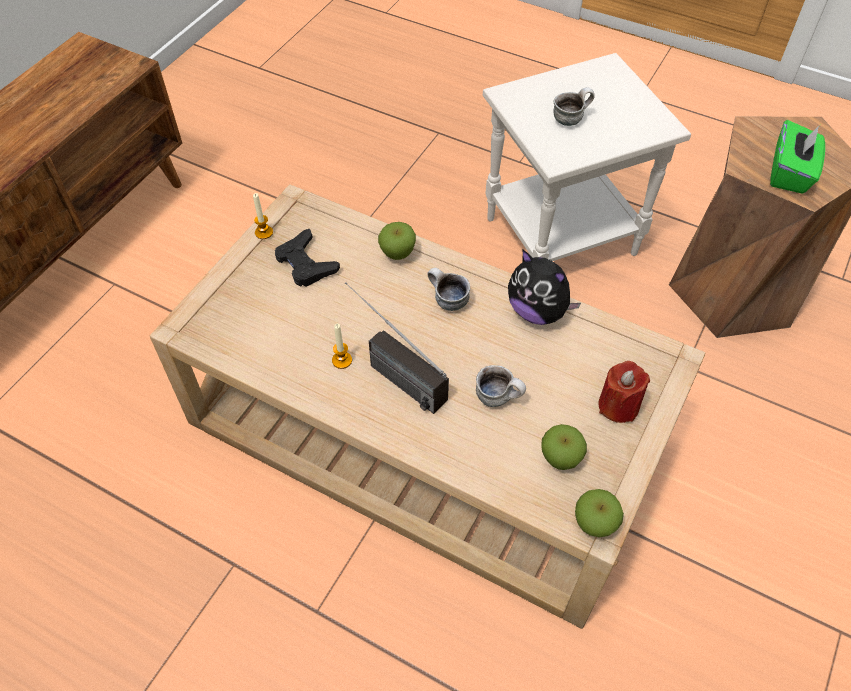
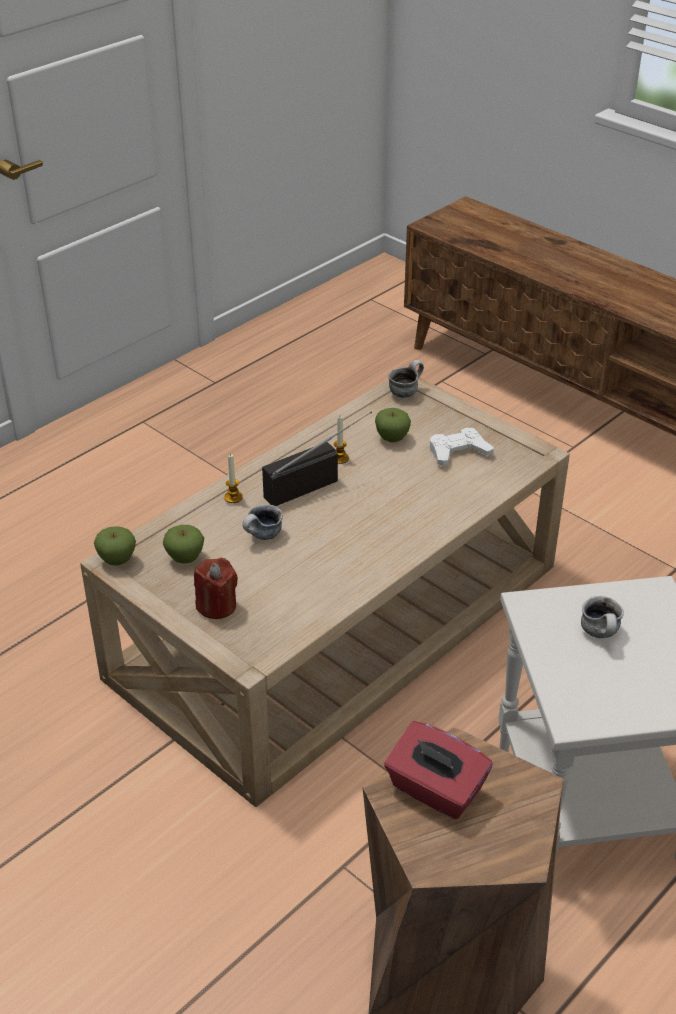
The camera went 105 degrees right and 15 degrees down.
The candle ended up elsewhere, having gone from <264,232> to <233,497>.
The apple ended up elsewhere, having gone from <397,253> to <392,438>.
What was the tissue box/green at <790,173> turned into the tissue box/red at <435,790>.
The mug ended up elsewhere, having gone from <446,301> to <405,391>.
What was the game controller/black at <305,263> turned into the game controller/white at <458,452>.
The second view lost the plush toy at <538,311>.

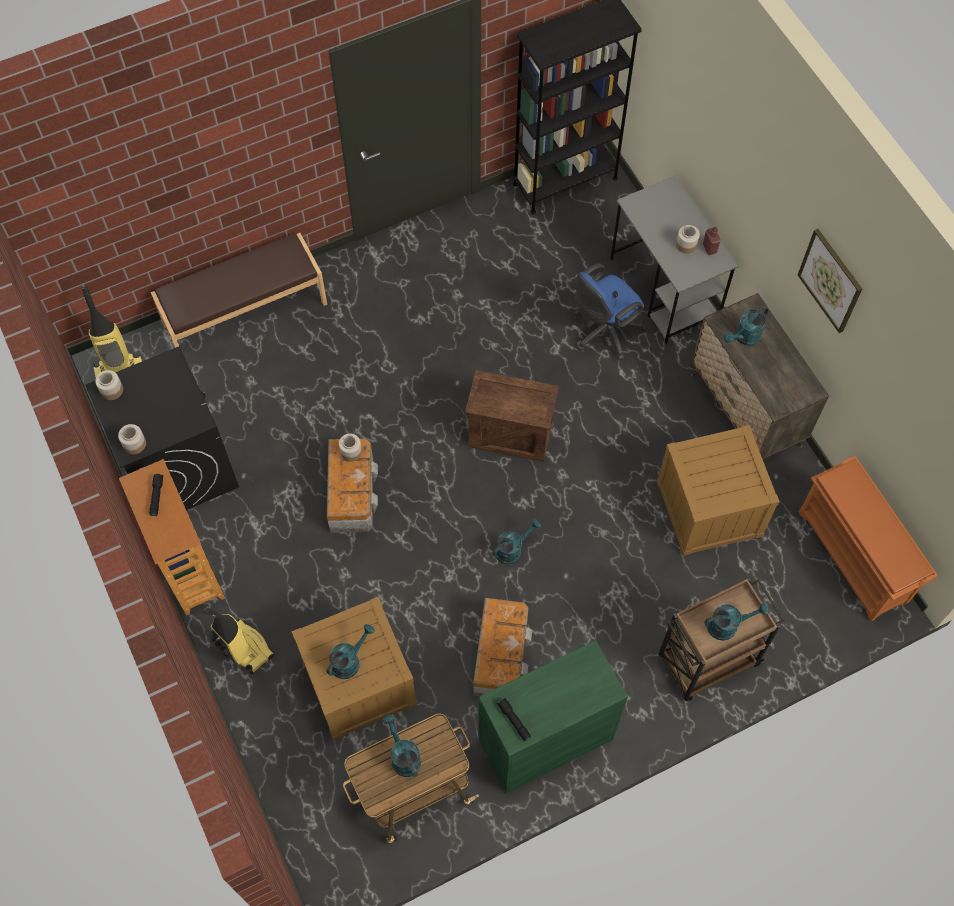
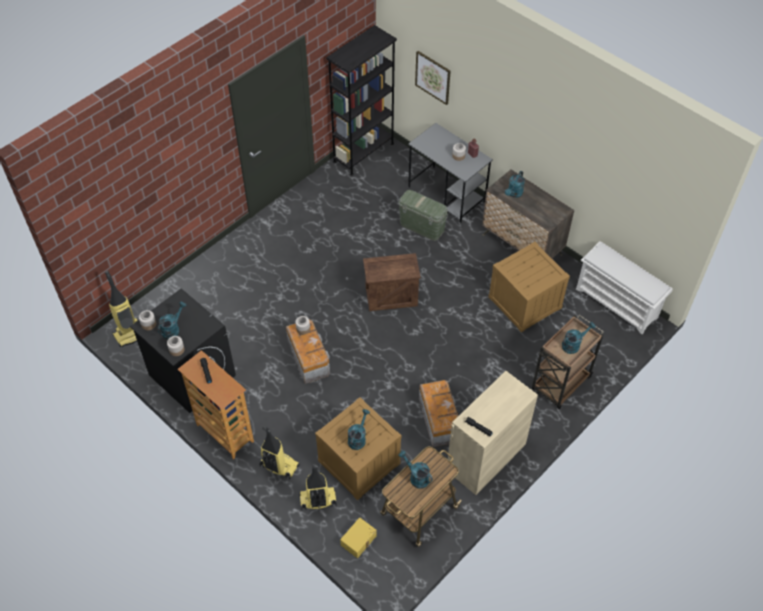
The camera went 20 degrees left and 10 degrees down.
The watering can/turquoise ended up elsewhere, having gone from <512,549> to <173,329>.
The second view gained the vacuum cleaner at <317,500>.
The second view gained the storage box/yellow at <359,540>.
Where the office chair/blue stood at <603,332>, the storage box/green came to stand at <421,227>.
The picture ended up elsewhere, having gone from <830,280> to <433,77>.
What was the cabinet/green at <545,739> turned into the cabinet/beige at <486,457>.
What was the shoe rack/orange at <854,557> turned into the shoe rack/white at <617,303>.
The second view lost the bench/brown at <245,313>.

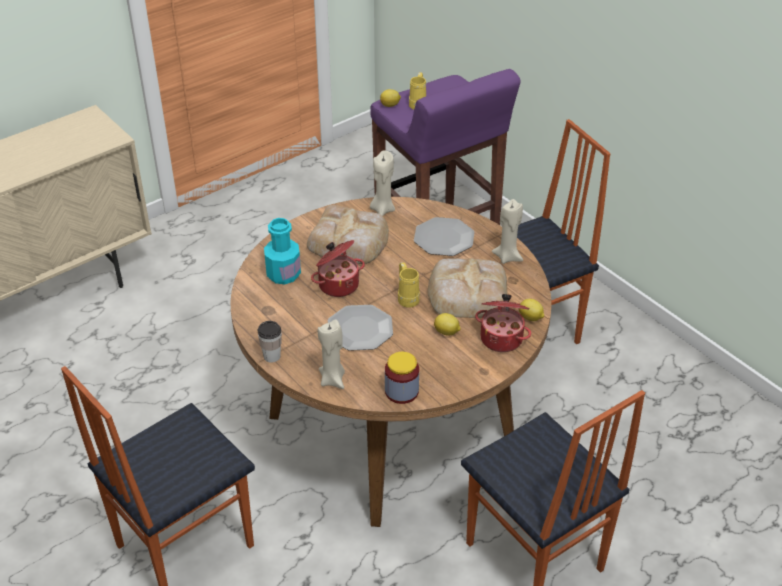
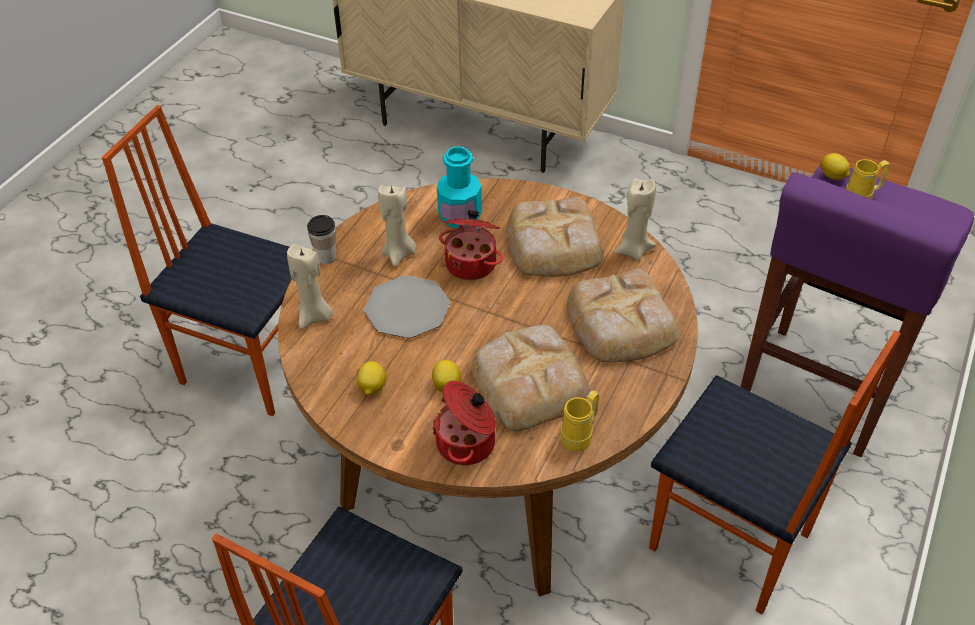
The camera went 65 degrees right and 5 degrees up.
The lemon ended up elsewhere, having gone from <531,318> to <372,388>.
The candle/beige ended up elsewhere, having gone from <507,257> to <399,254>.
The mug/yellow ended up elsewhere, having gone from <407,297> to <580,435>.
Where the plate stood at <444,238>, the bread came to stand at <620,323>.
The second view lost the jar at <401,391>.

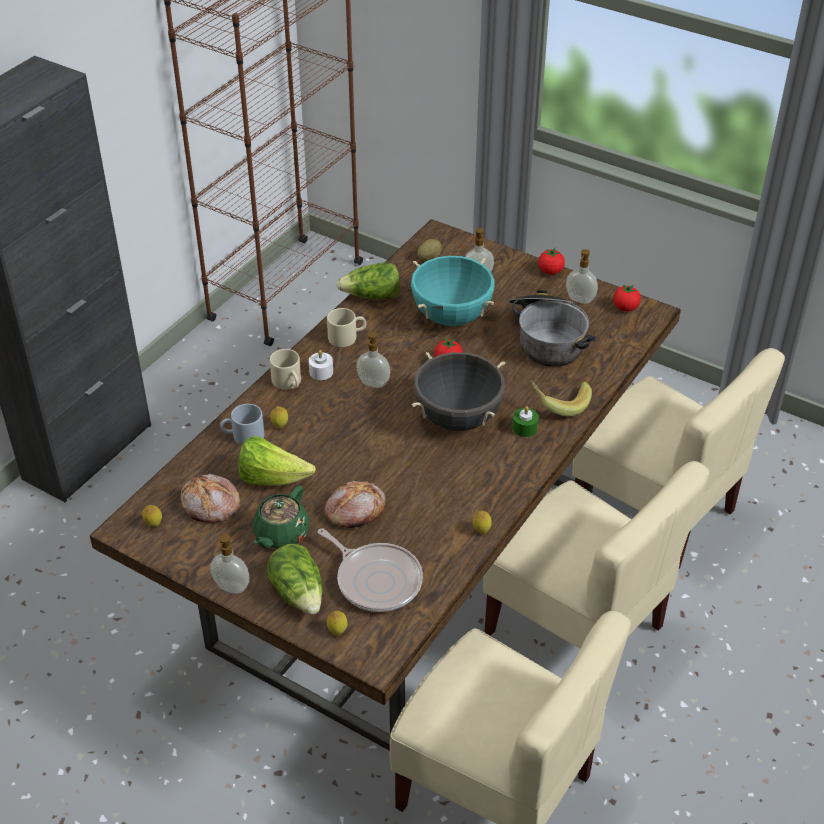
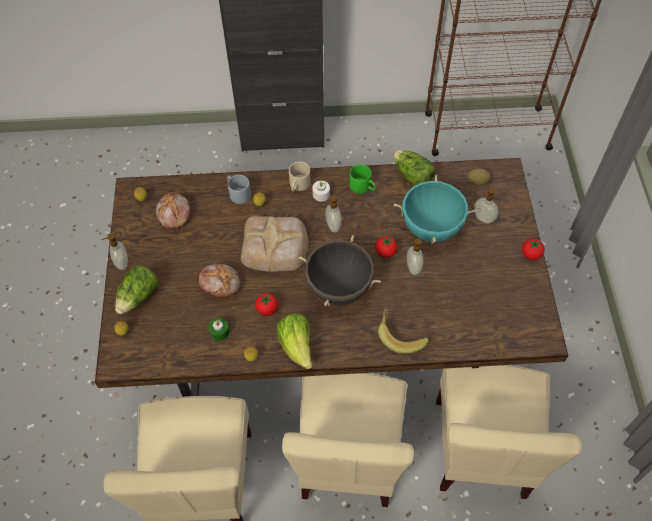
The camera went 55 degrees right and 15 degrees up.
The candle/green ended up elsewhere, having gone from <524,428> to <219,332>.
The second view gained the bread at <275,246>.
The tomato ended up elsewhere, having gone from <625,308> to <267,309>.
The lettuce ended up elsewhere, having gone from <272,479> to <297,346>.
What was the mug/beige at <347,337> turned into the mug/green at <363,187>.
The soap dispenser ended up elsewhere, having gone from <579,300> to <412,268>.
The second view lost the teapot/green at <281,534>.
The second view lost the frying pan at <376,580>.
The second view lost the cooking pot at <547,339>.

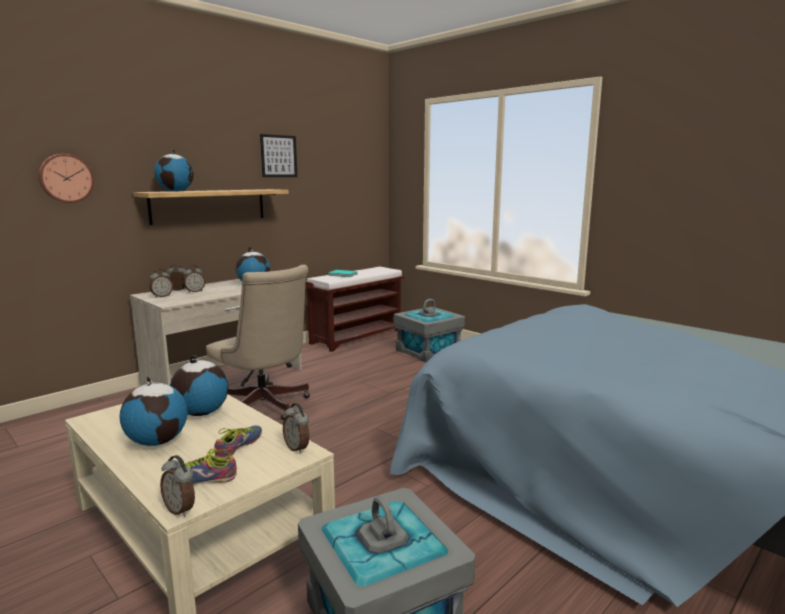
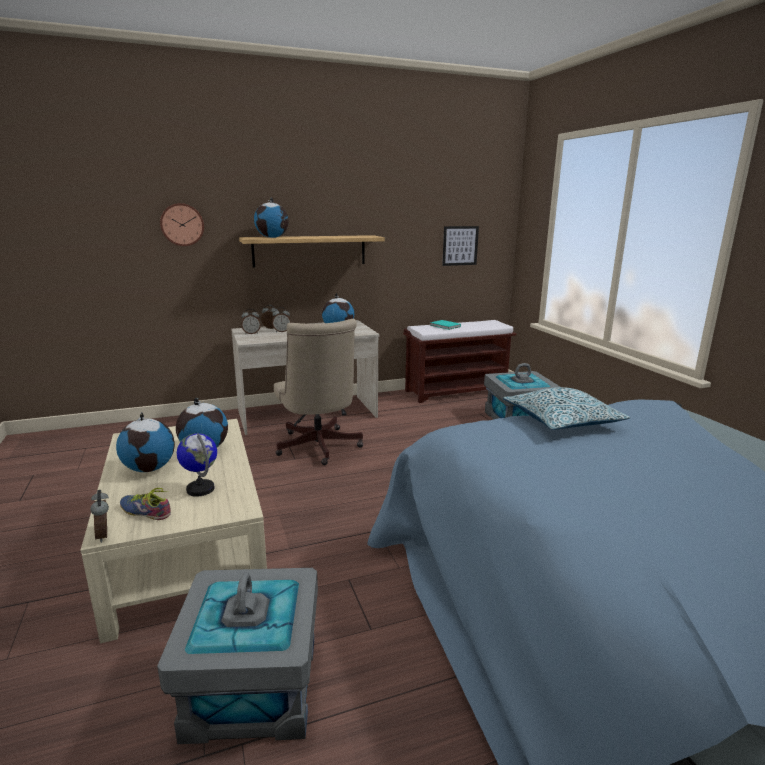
The camera went 25 degrees right and 5 degrees up.
Where the shoe stood at <241,446>, the globe came to stand at <200,489>.
The picture ended up elsewhere, having gone from <278,156> to <460,245>.
The second view gained the pillow at <562,421>.
The second view lost the alarm clock at <297,448>.

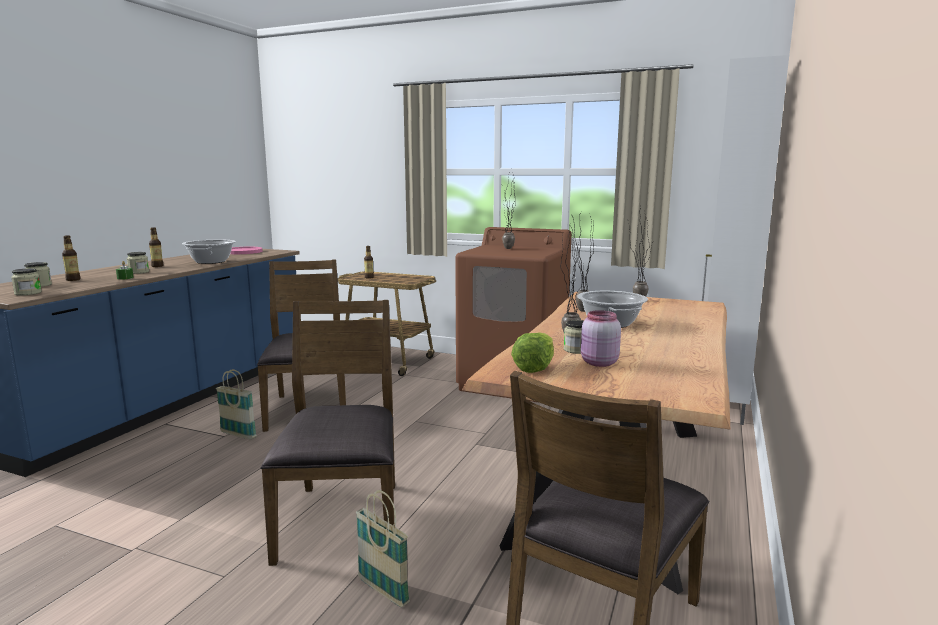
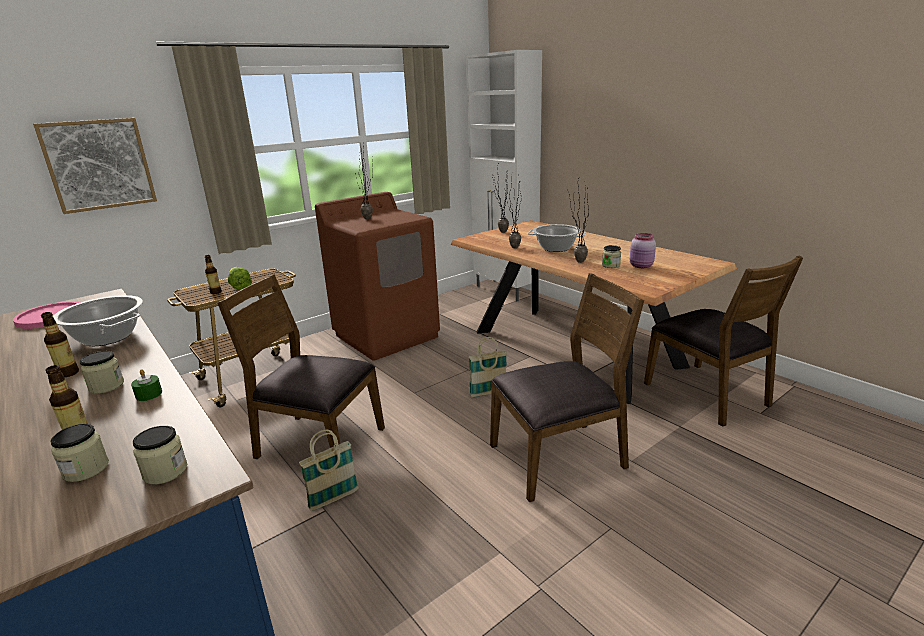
The camera went 60 degrees left and 10 degrees up.
The second view gained the picture at <99,164>.
The lettuce ended up elsewhere, having gone from <535,367> to <239,287>.
The basket ended up elsewhere, having gone from <383,591> to <488,393>.
The chair/brown at <342,520> ended up facing another way, 135 degrees clockwise from before.

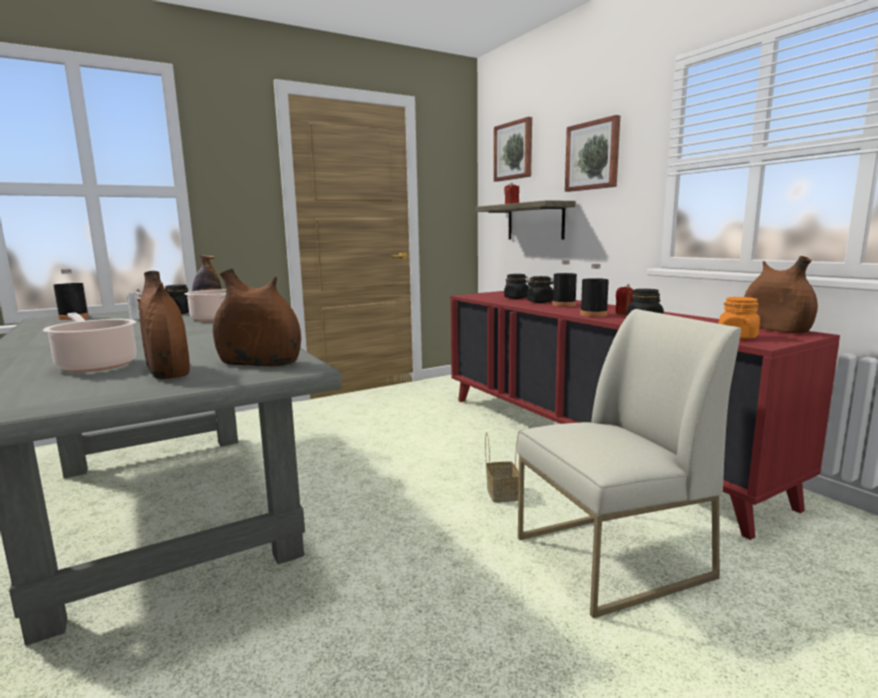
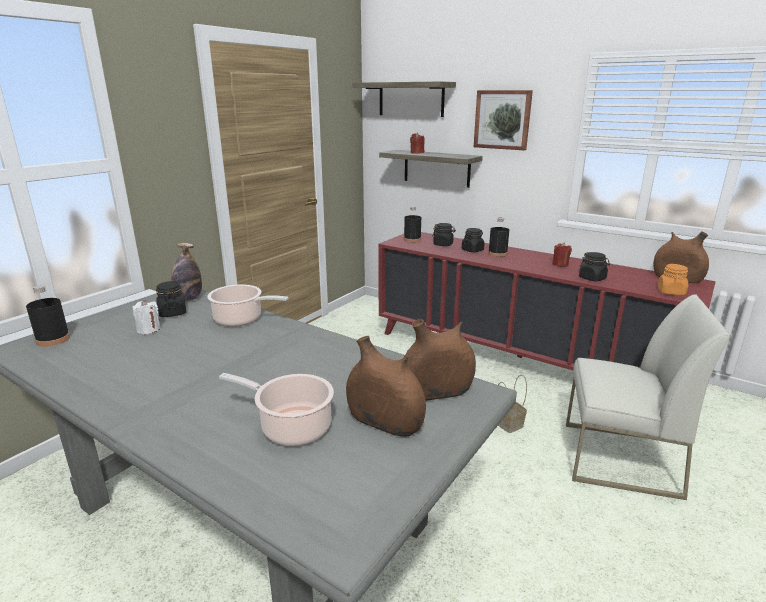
The camera went 25 degrees left and 10 degrees up.
Where the picture hung at <514,151>, the shelf came to hang at <411,99>.
The bottle/black ended up elsewhere, having gone from <593,314> to <412,240>.
The chair/white at <611,558> ended up facing another way, 60 degrees clockwise from before.

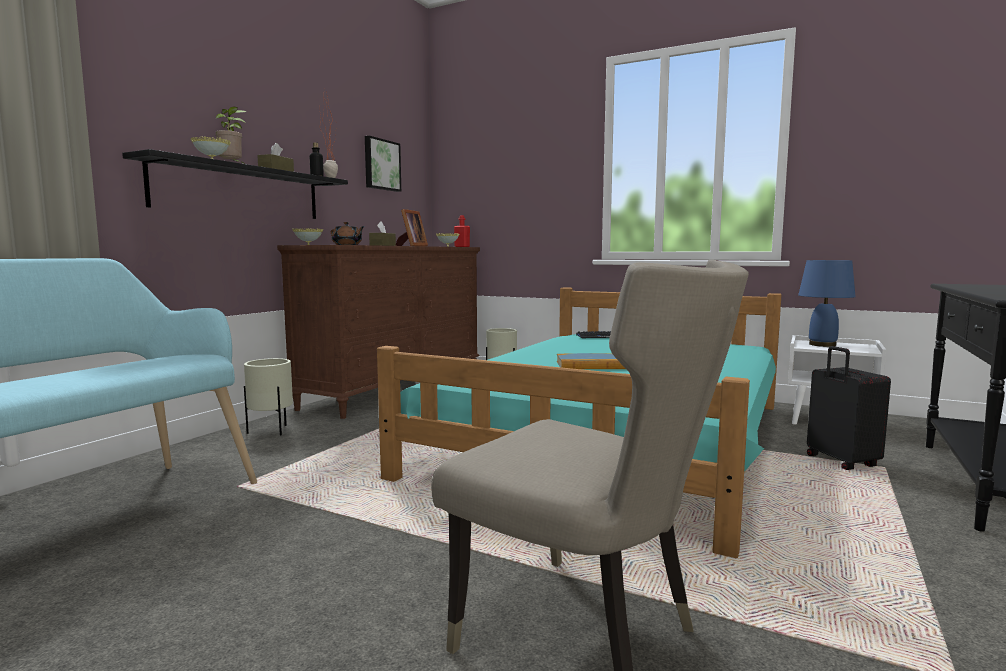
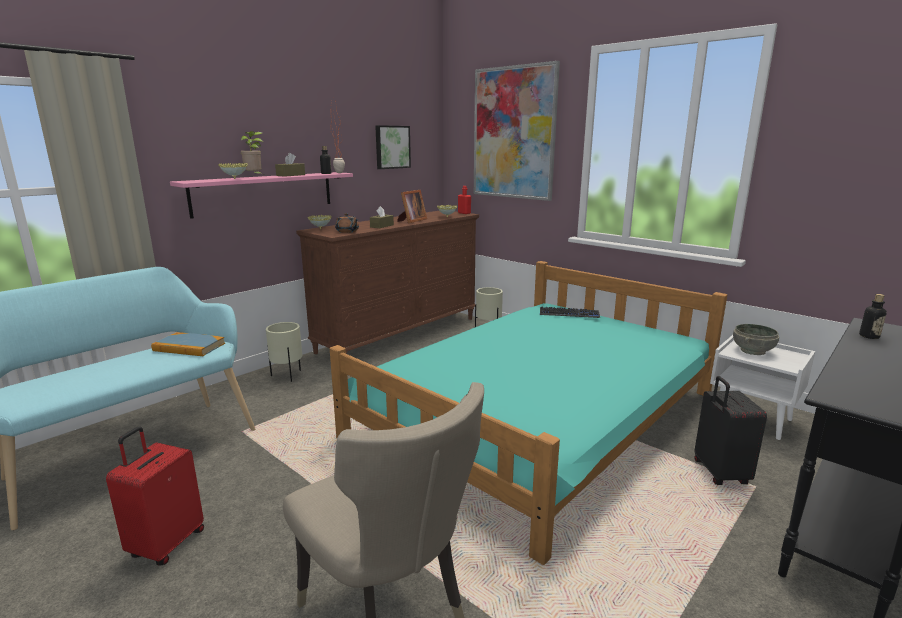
The camera went 15 degrees right and 10 degrees up.
The second view gained the suitcase/red at <166,544>.
The book ended up elsewhere, having gone from <591,365> to <189,347>.
What was the shelf/black at <241,191> turned into the shelf/pink at <265,193>.
The second view gained the picture at <513,133>.
Where the table lamp/blue stood at <823,345>, the bowl/grey came to stand at <753,351>.
The second view gained the bottle at <869,336>.

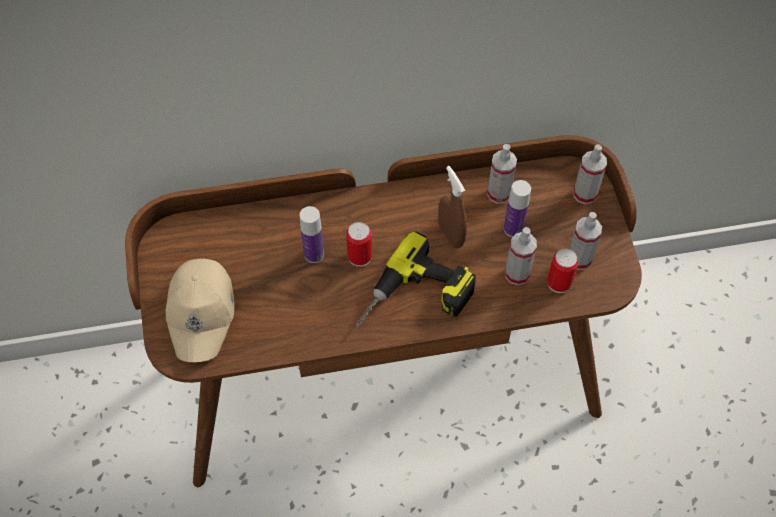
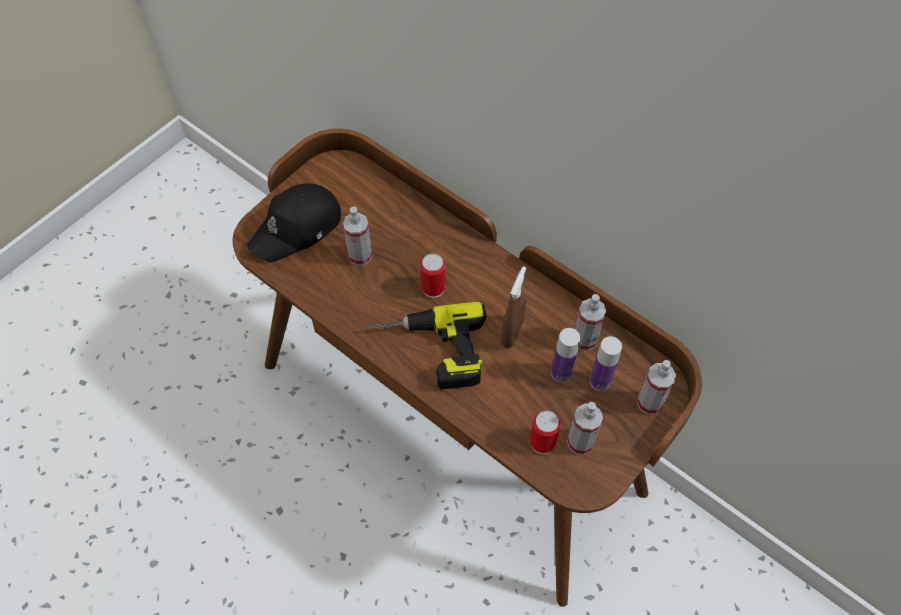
The camera went 50 degrees right and 0 degrees up.
What was the cap/beige at <202,313> turned into the cap/black at <297,229>.
The spray bottle ended up elsewhere, having gone from <517,274> to <360,255>.
The bottle ended up elsewhere, having gone from <314,254> to <600,381>.

